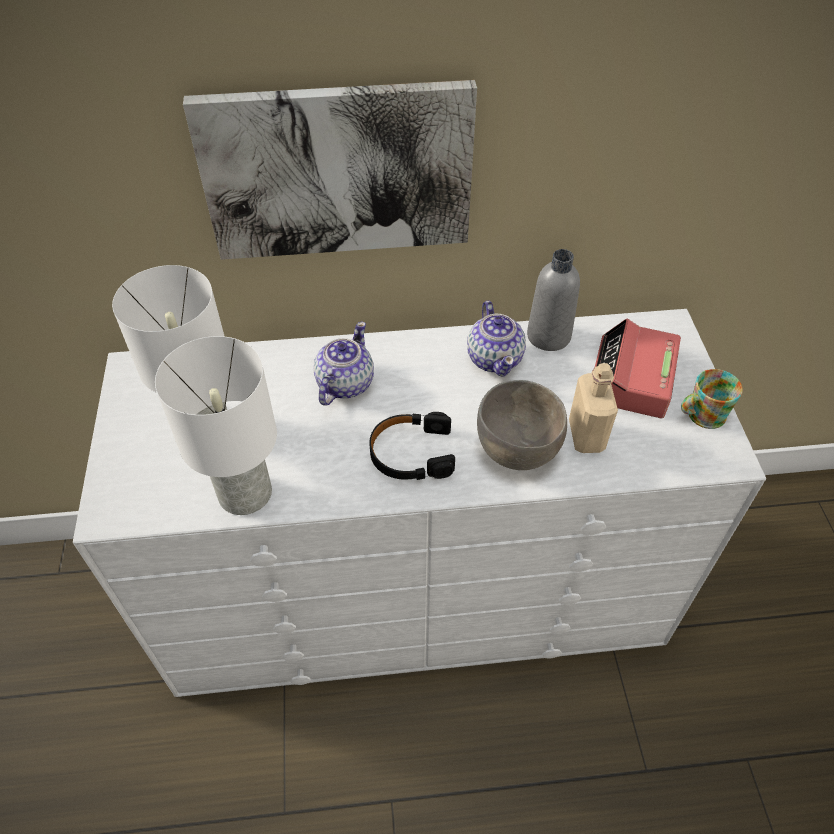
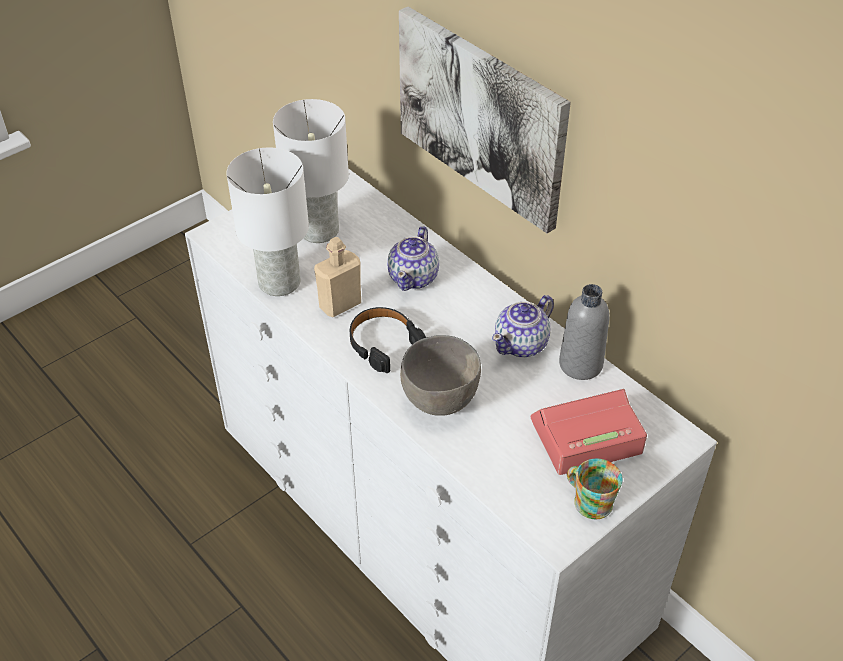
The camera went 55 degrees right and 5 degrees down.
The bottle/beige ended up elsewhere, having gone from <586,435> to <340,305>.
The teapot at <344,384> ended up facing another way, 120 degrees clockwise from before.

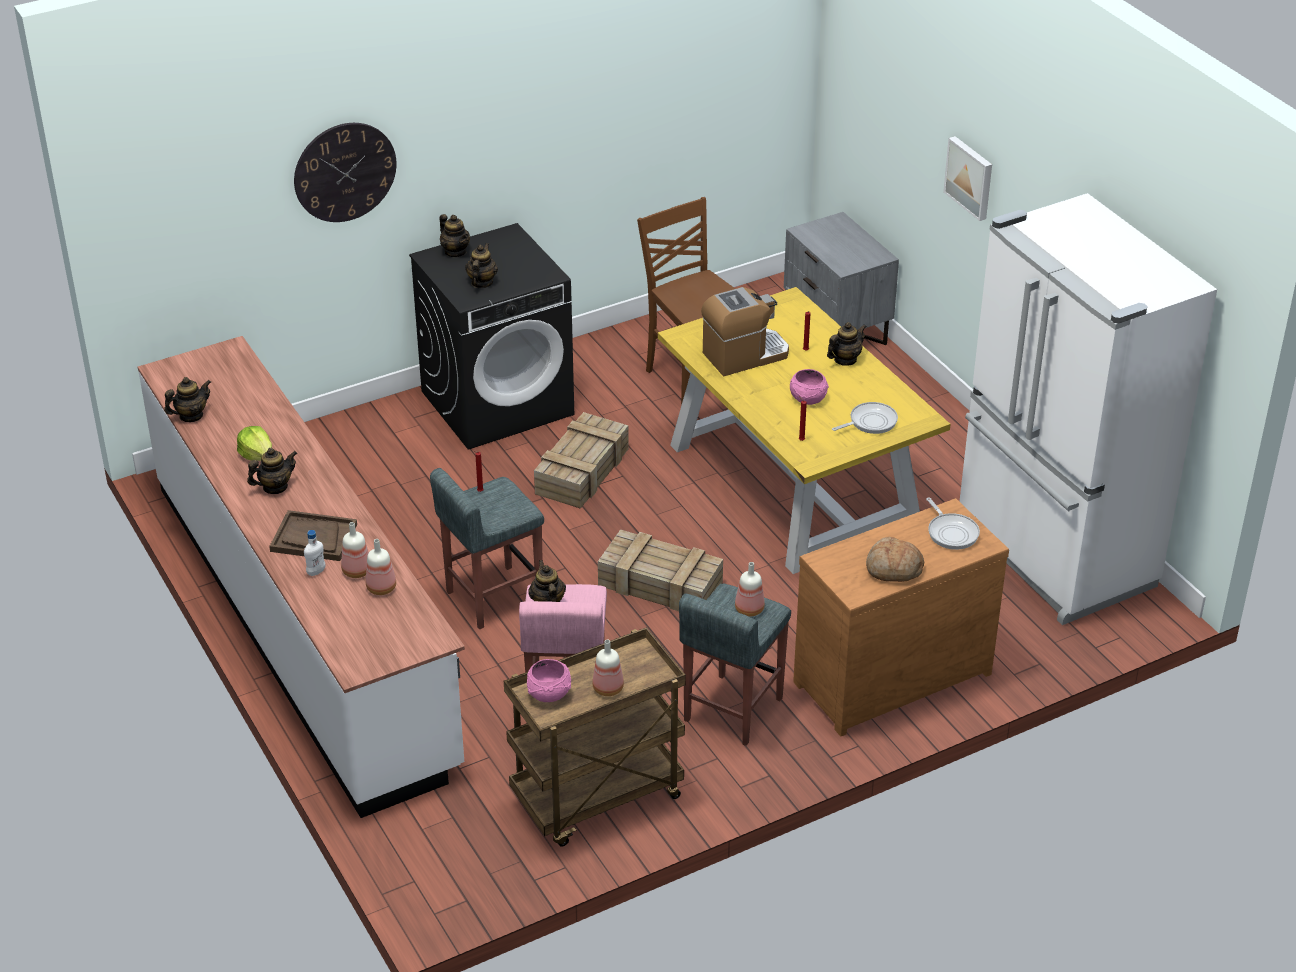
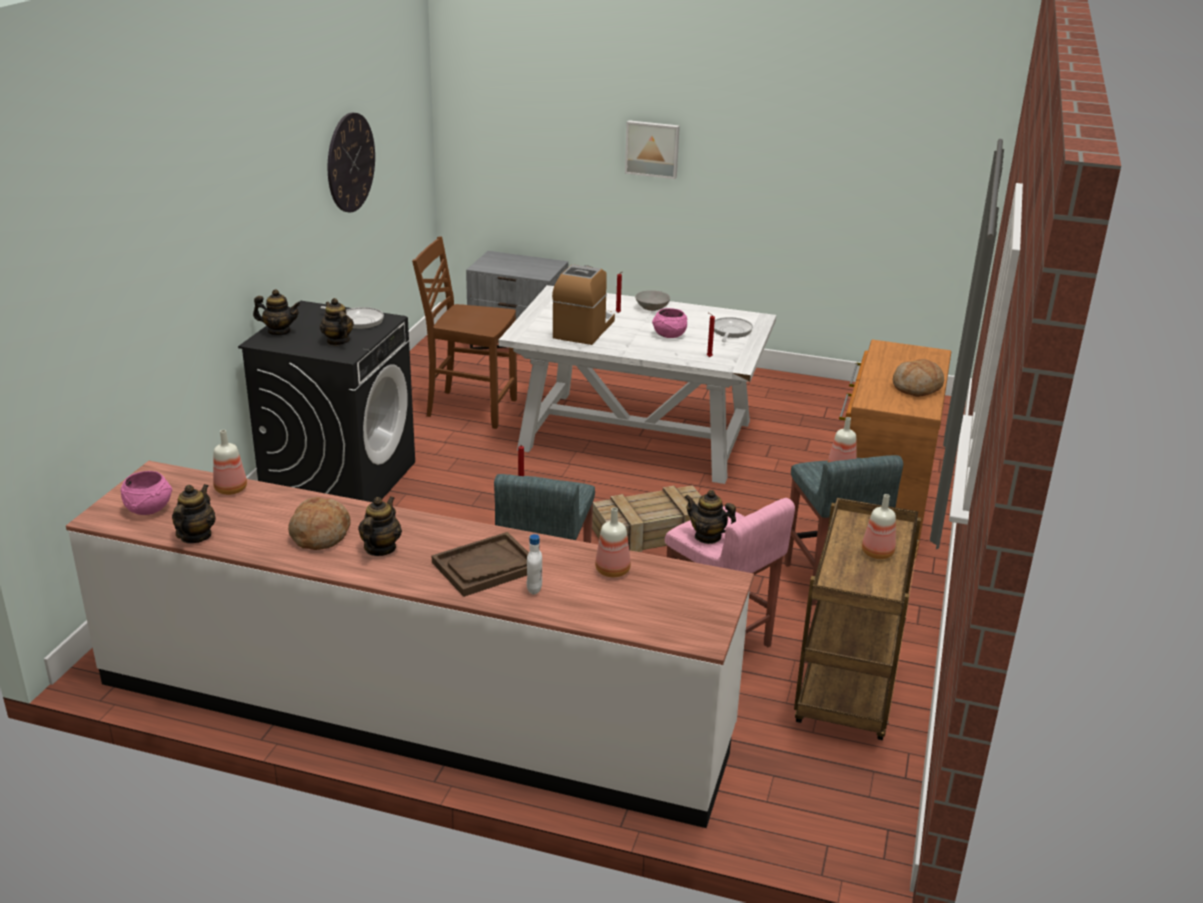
The camera went 45 degrees left and 10 degrees down.
The bowl/pink ended up elsewhere, having gone from <549,694> to <149,509>.
The bottle ended up elsewhere, having gone from <357,571> to <232,489>.
Where the lettuce stood at <257,455>, the bread came to stand at <319,534>.
The frying pan ended up elsewhere, having gone from <951,532> to <358,320>.
The wall clock ended up elsewhere, having gone from <345,172> to <350,162>.
What was the dining table/yellow at <792,483> turned into the dining table/white at <635,435>.
Where the teapot stood at <845,360>, the bowl/grey came to stand at <652,308>.
The second view lost the crate at <582,472>.
The second view lost the fridge/white at <1052,556>.

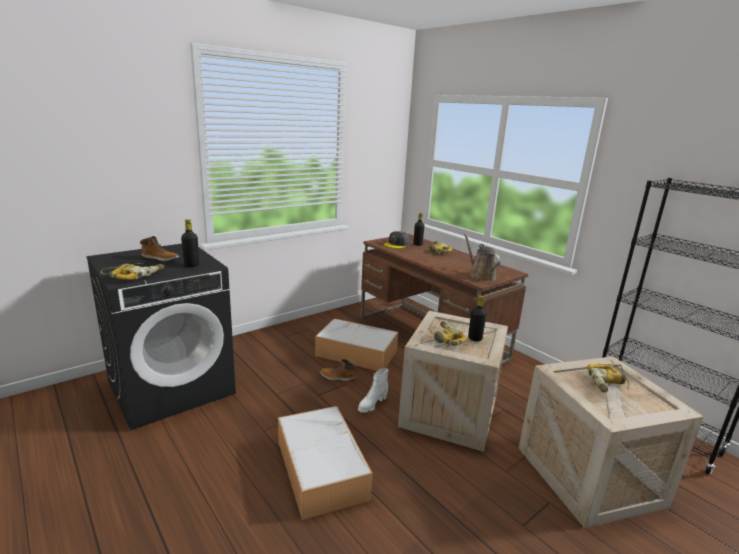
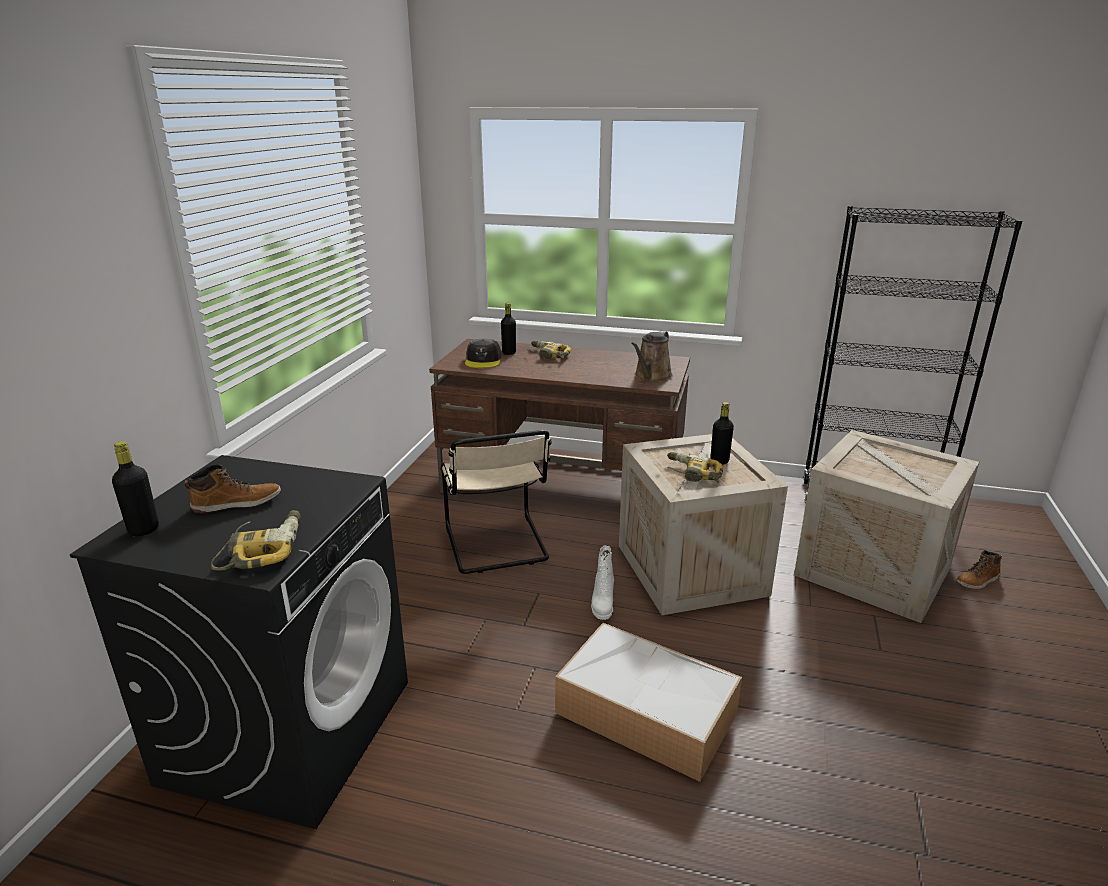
The camera went 35 degrees left and 5 degrees up.
The bottle/black ended up elsewhere, having gone from <191,265> to <144,530>.
Where the storage box stood at <355,353>, the chair/beige came to stand at <497,546>.
The watering can/brown at <480,276> ended up facing another way, 90 degrees counterclockwise from before.
The boot ended up elsewhere, having gone from <337,377> to <977,581>.
The second view lost the power drill at <608,383>.

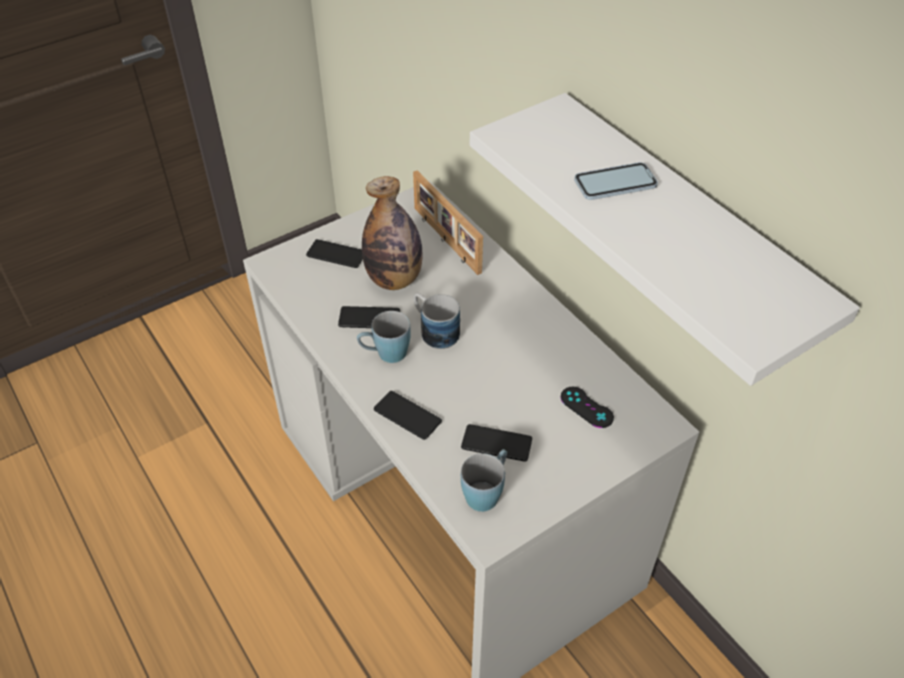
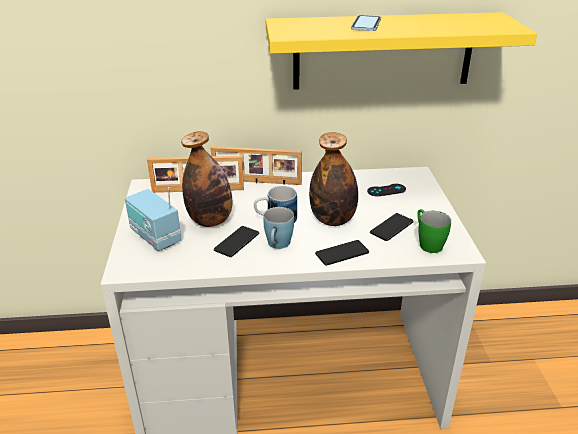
The camera went 60 degrees left and 15 degrees down.
Where the phone stood at <336,254>, the radio came to stand at <155,237>.
The second view gained the picture frame at <256,182>.
What was the shelf/white at <683,232> turned into the shelf/yellow at <383,51>.
The second view gained the bottle at <333,220>.
What was the mug/blue at <486,491> turned into the mug/green at <427,243>.

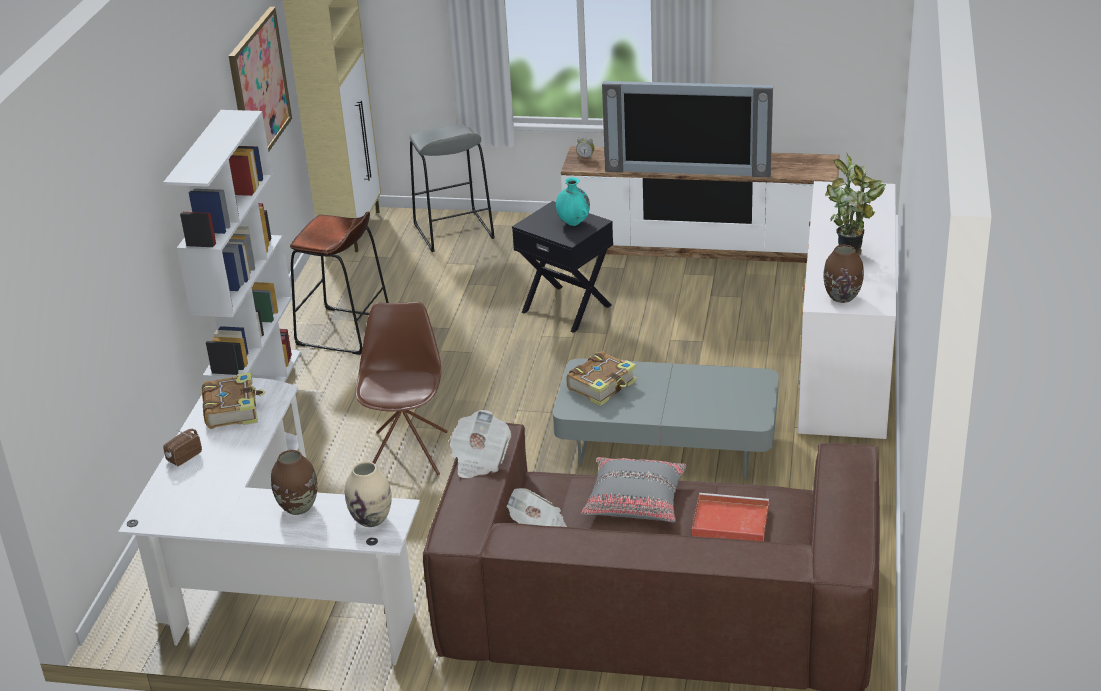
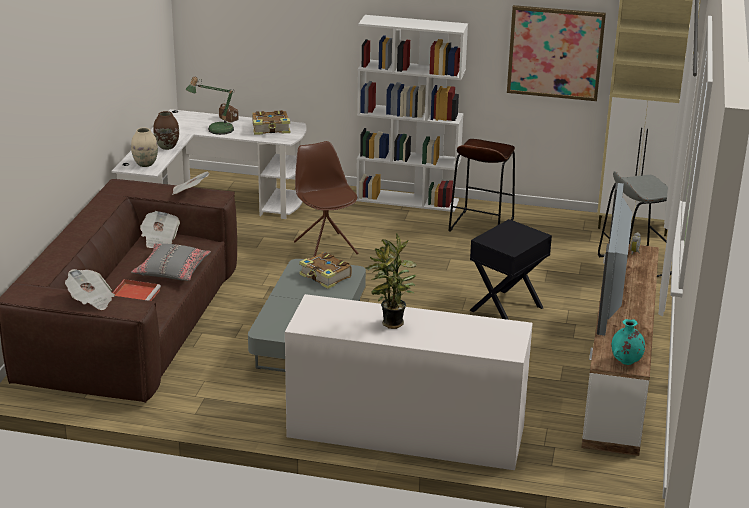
The camera went 90 degrees right and 5 degrees down.
The second view gained the newspaper at <91,300>.
The second view gained the table lamp at <216,130>.
The chair/brown at <408,452> ended up facing another way, 120 degrees counterclockwise from before.
The vase/turquoise ended up elsewhere, having gone from <573,223> to <626,362>.
The second view lost the vase/brown at <842,297>.

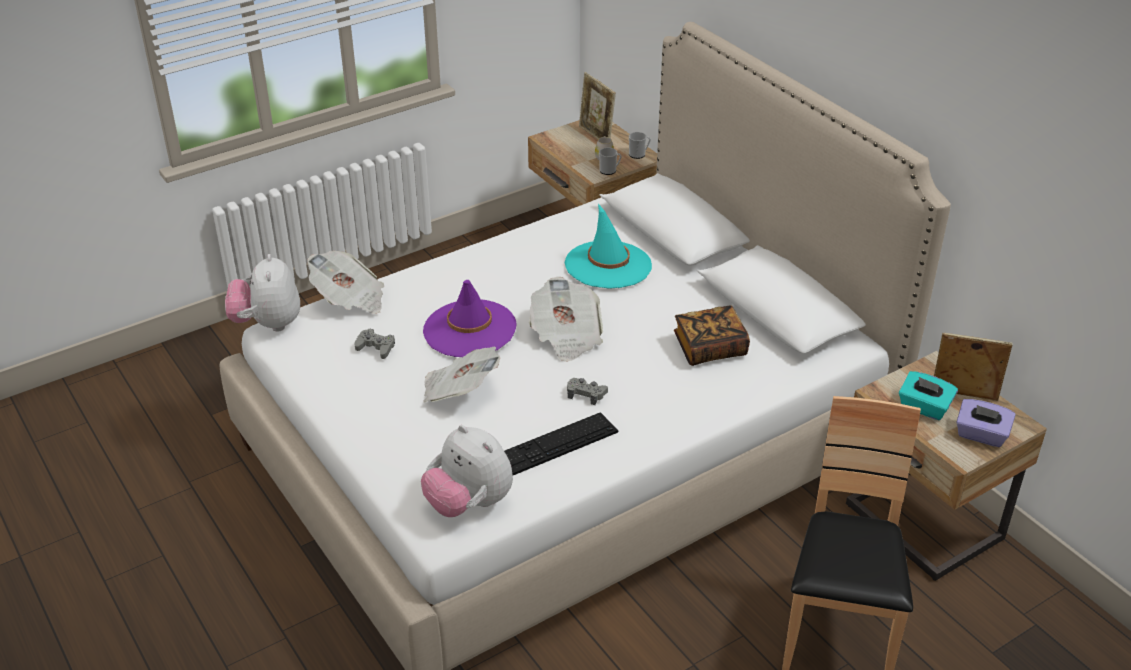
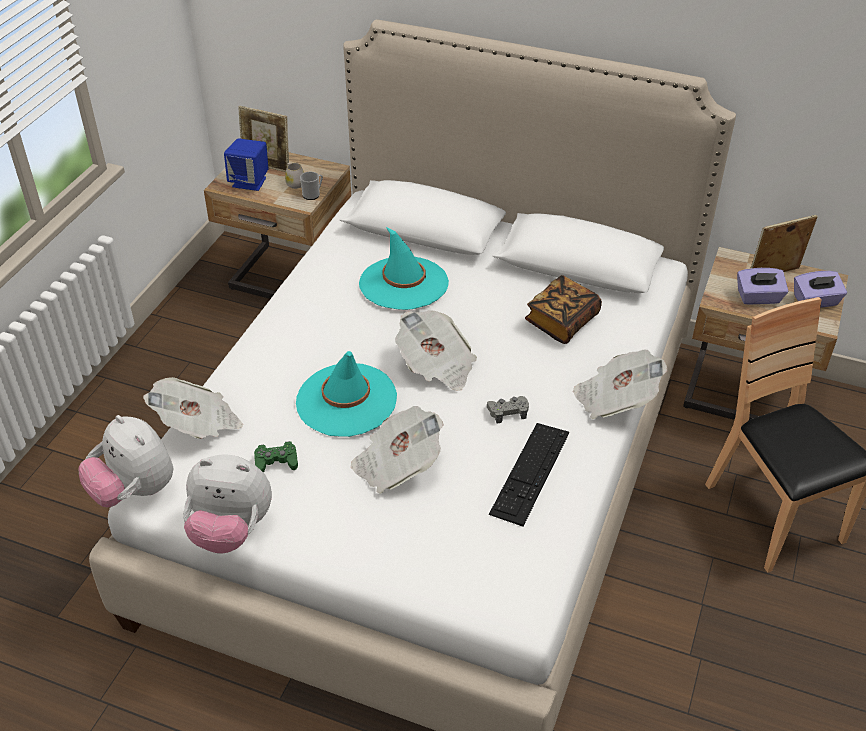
The camera went 35 degrees left and 5 degrees up.
The plush toy ended up elsewhere, having gone from <469,503> to <231,530>.
The second view gained the speaker/blue at <250,182>.
What was the game controller/grey at <376,347> turned into the game controller/green at <276,461>.
What was the hat/purple at <469,329> turned into the hat/turquoise at <346,400>.
The second view gained the newspaper at <615,400>.
What was the tissue box/turquoise at <924,408> turned into the tissue box/purple at <758,298>.
The second view lost the mug at <639,154>.

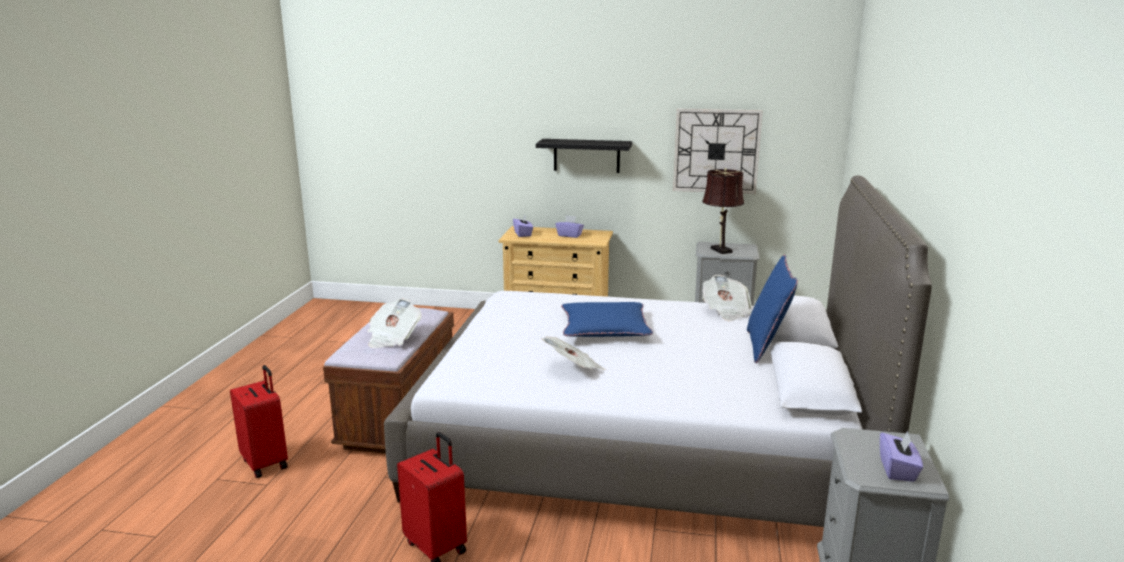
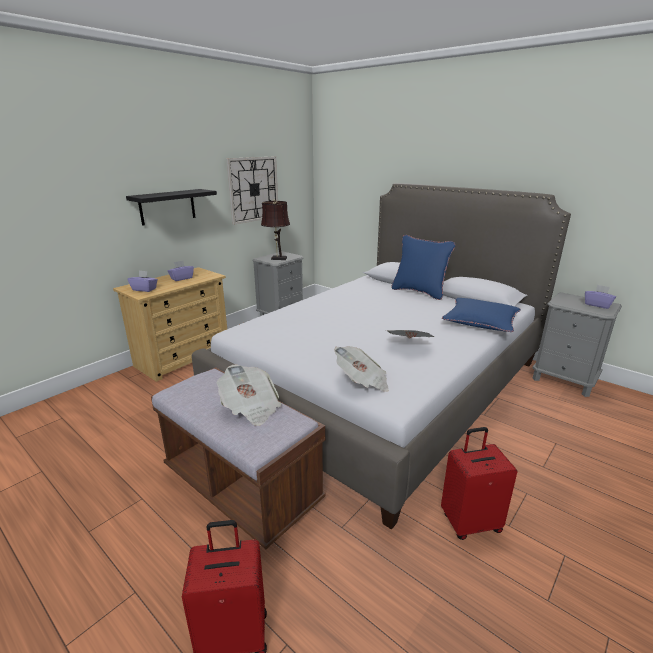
The camera went 60 degrees left and 5 degrees up.
The newspaper ended up elsewhere, having gone from <726,311> to <362,382>.
The pillow/blue ended up elsewhere, having gone from <604,328> to <480,321>.

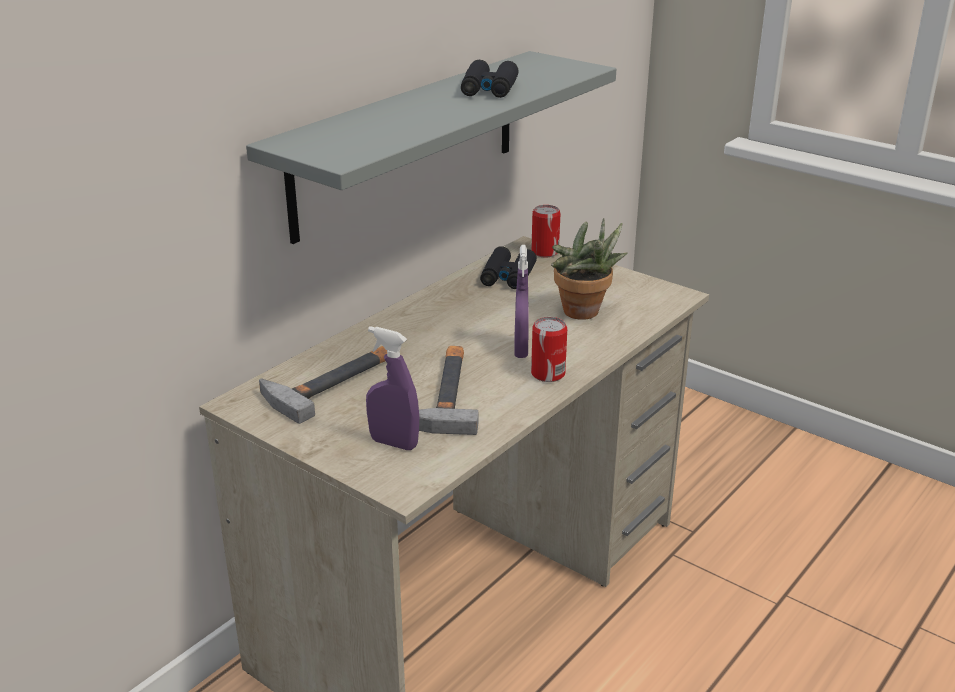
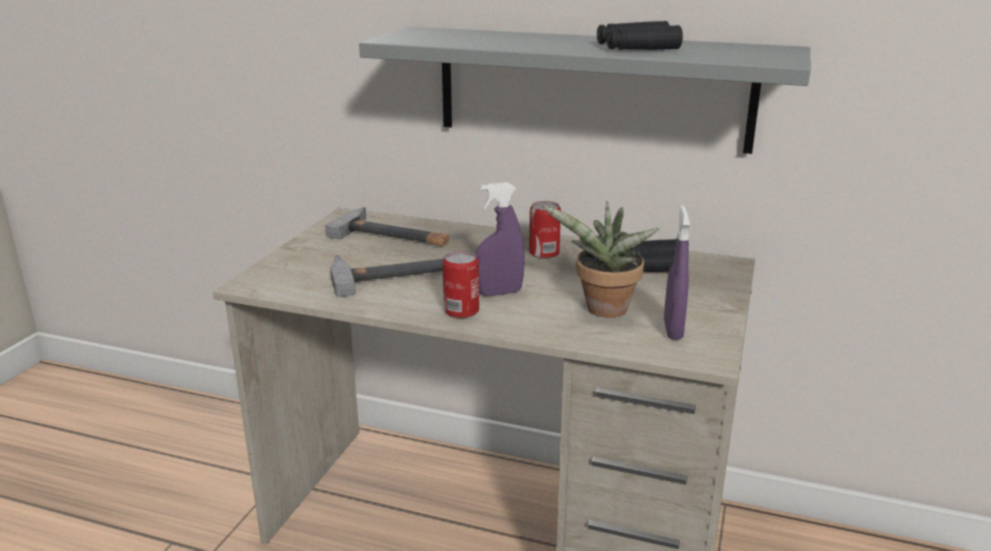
The camera went 70 degrees right and 5 degrees down.
The can ended up elsewhere, having gone from <545,252> to <544,253>.
The spray bottle/purple ended up elsewhere, having gone from <394,443> to <673,330>.

